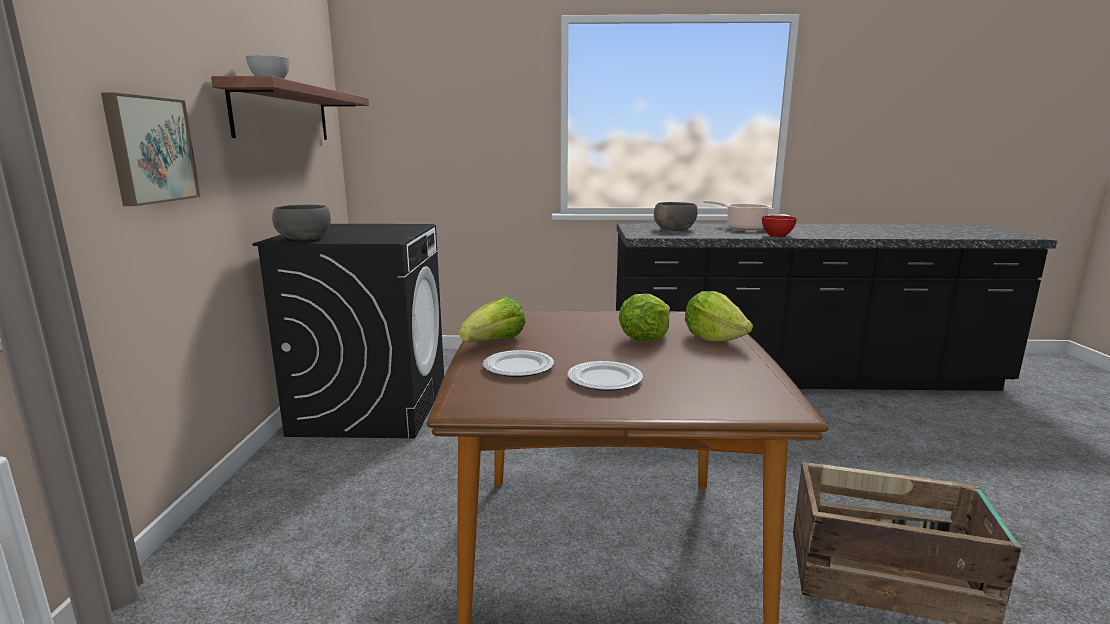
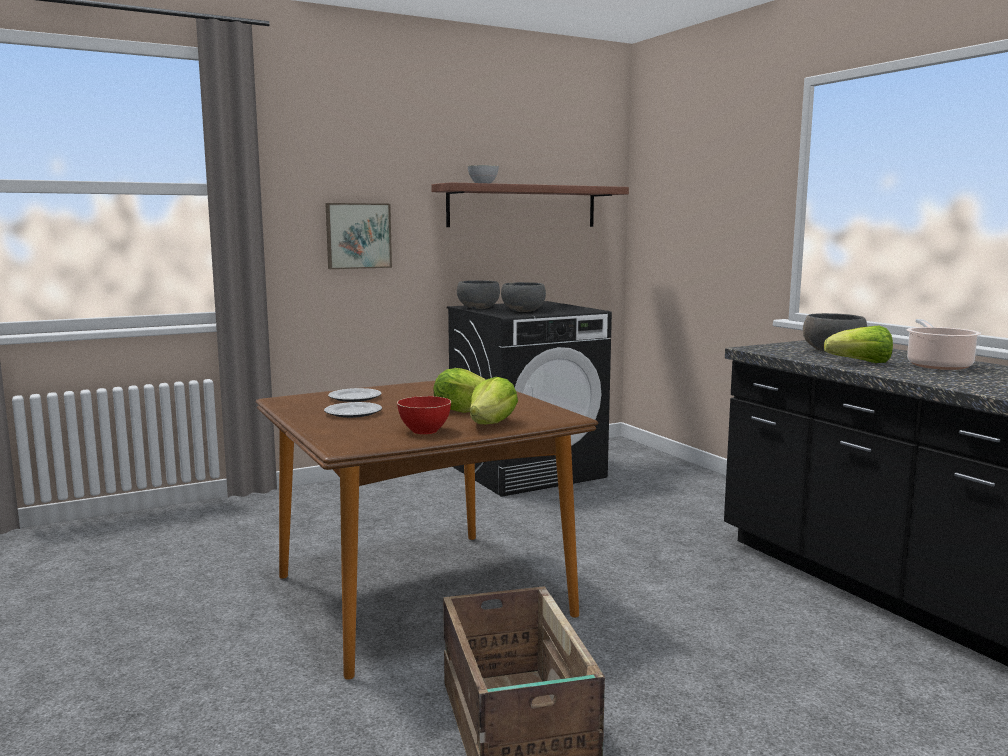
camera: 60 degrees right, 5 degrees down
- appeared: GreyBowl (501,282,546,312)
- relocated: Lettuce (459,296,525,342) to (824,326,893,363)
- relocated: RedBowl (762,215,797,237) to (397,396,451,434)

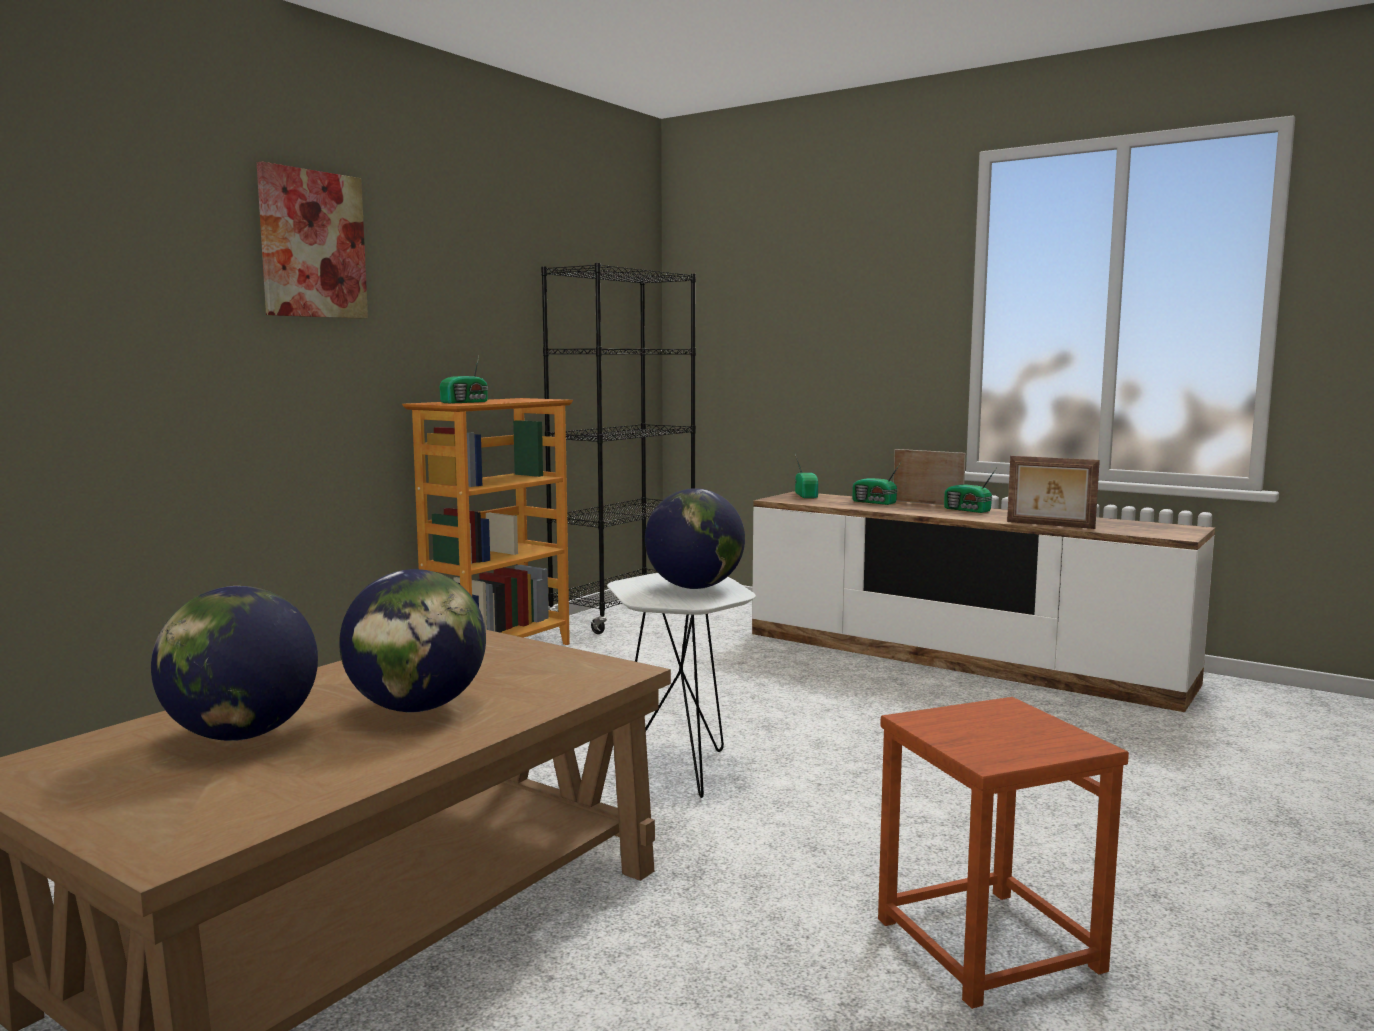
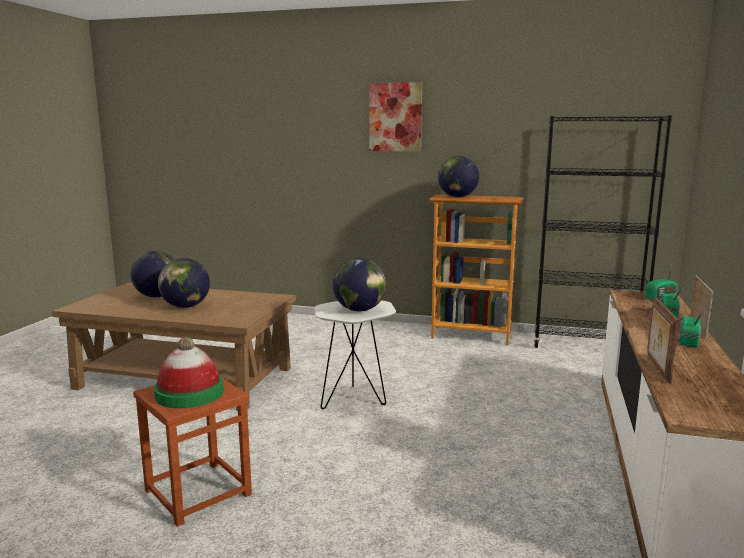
camera: 70 degrees right, 5 degrees up
- appeared: Hat (154,337,224,408)
- exchanged: Radio (440,356,488,404) to Globe (438,156,479,197)

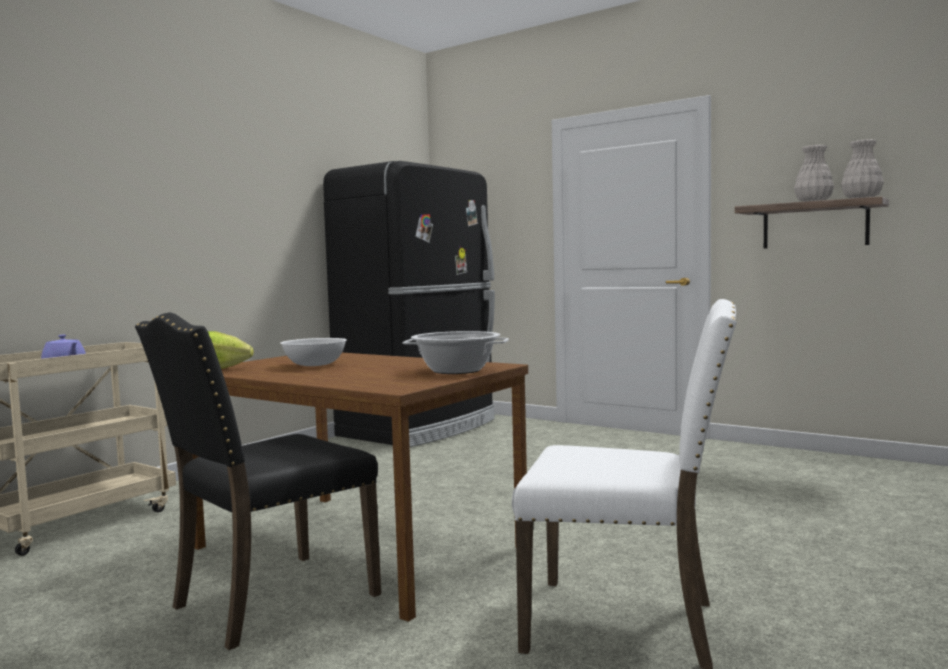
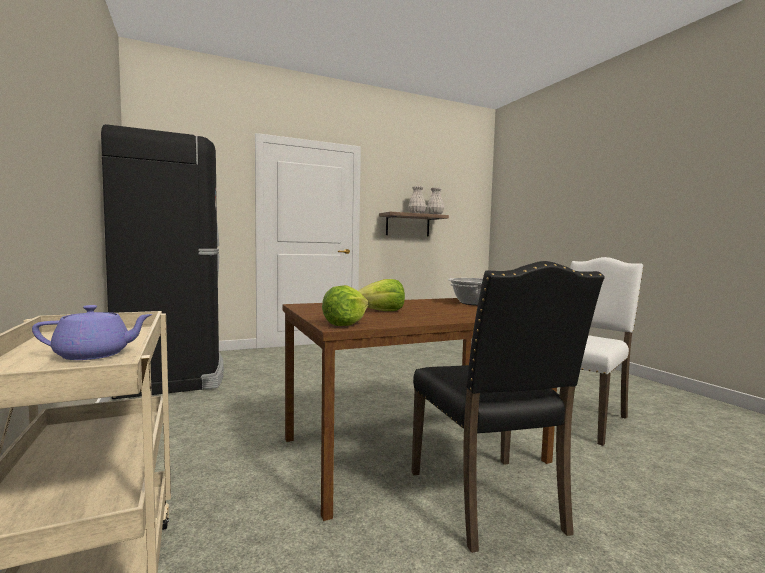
camera: 60 degrees left, 0 degrees up
- exchanged: WhiteBowl (280,338,347,366) to Lettuce (359,279,405,311)

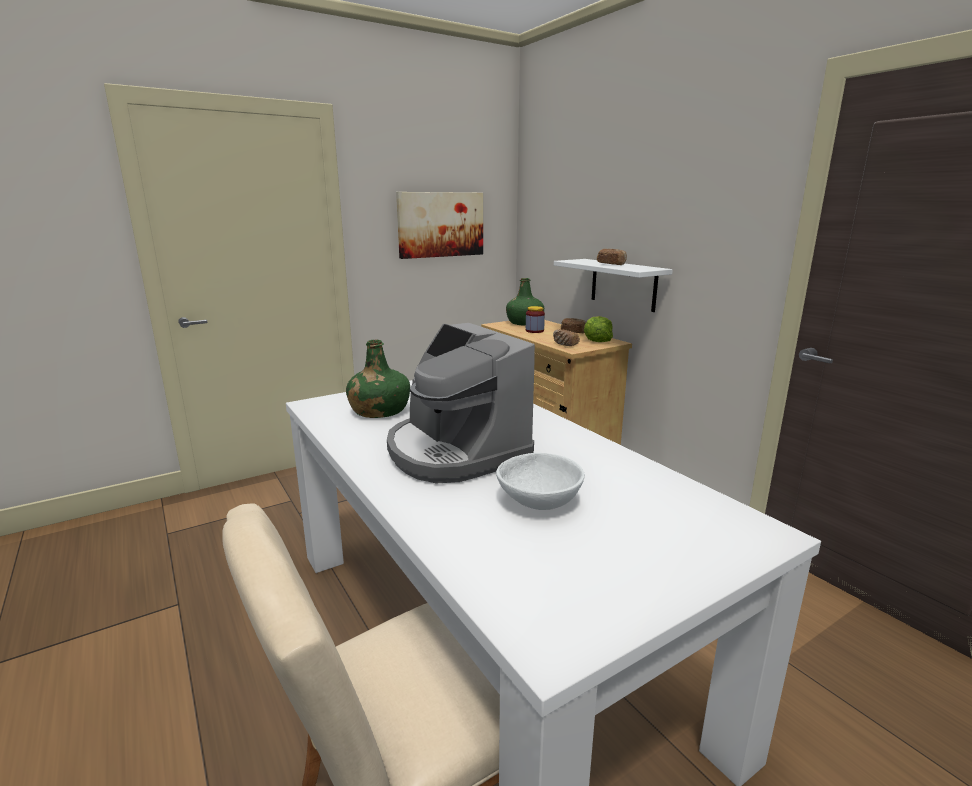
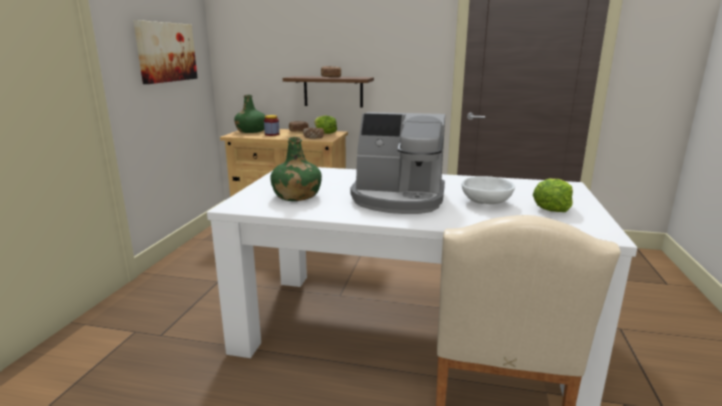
camera: 45 degrees left, 0 degrees up
- appeared: Lettuce (533,179,573,212)
- colour: WhiteShelf (554,259,673,312) to BrownShelf (283,76,374,108)

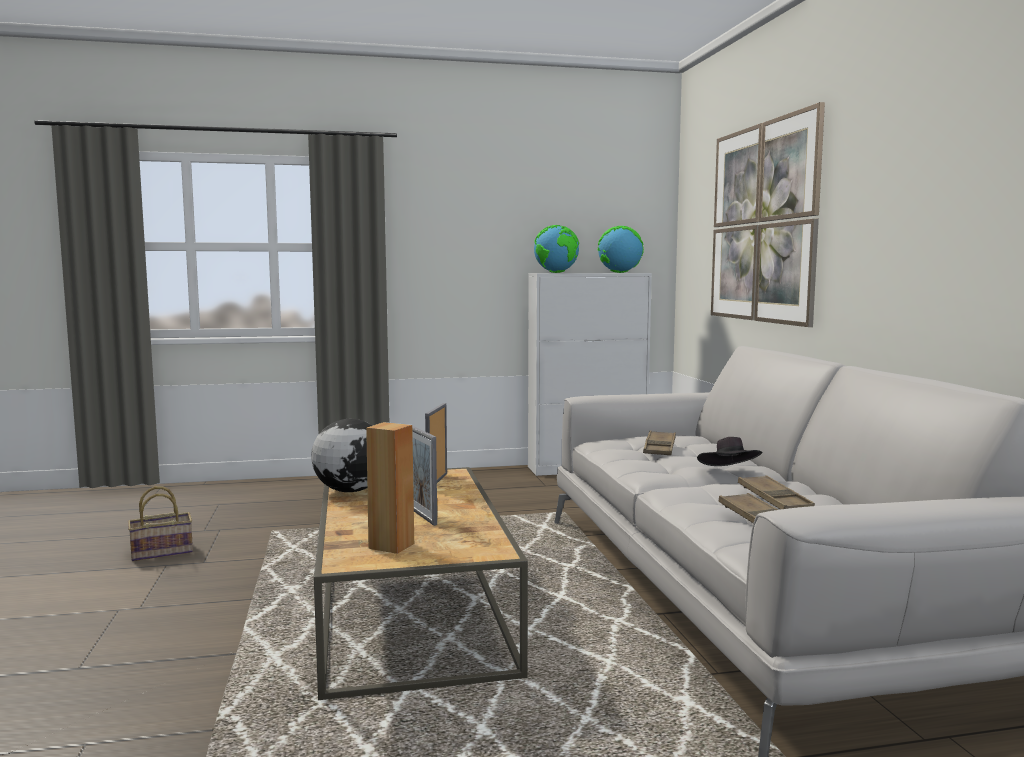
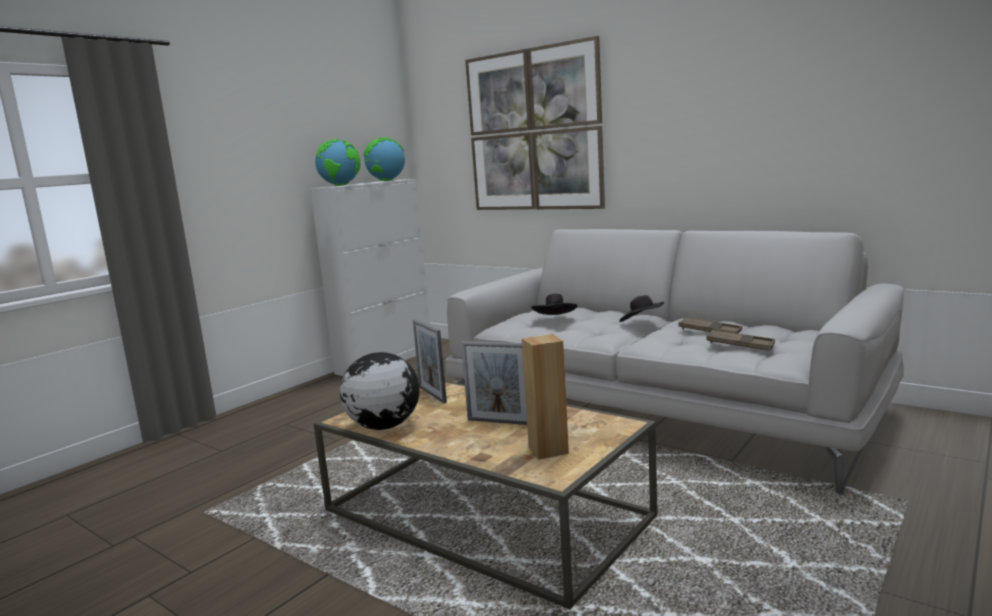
camera: 40 degrees left, 5 degrees up
- missing: Basket (128,486,193,561)
- exchanged: BrownTray (643,431,676,455) to BlackHat (531,294,577,315)

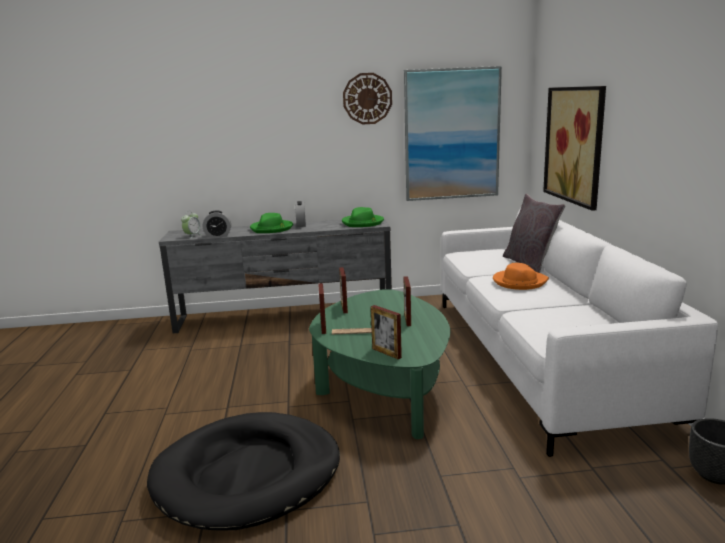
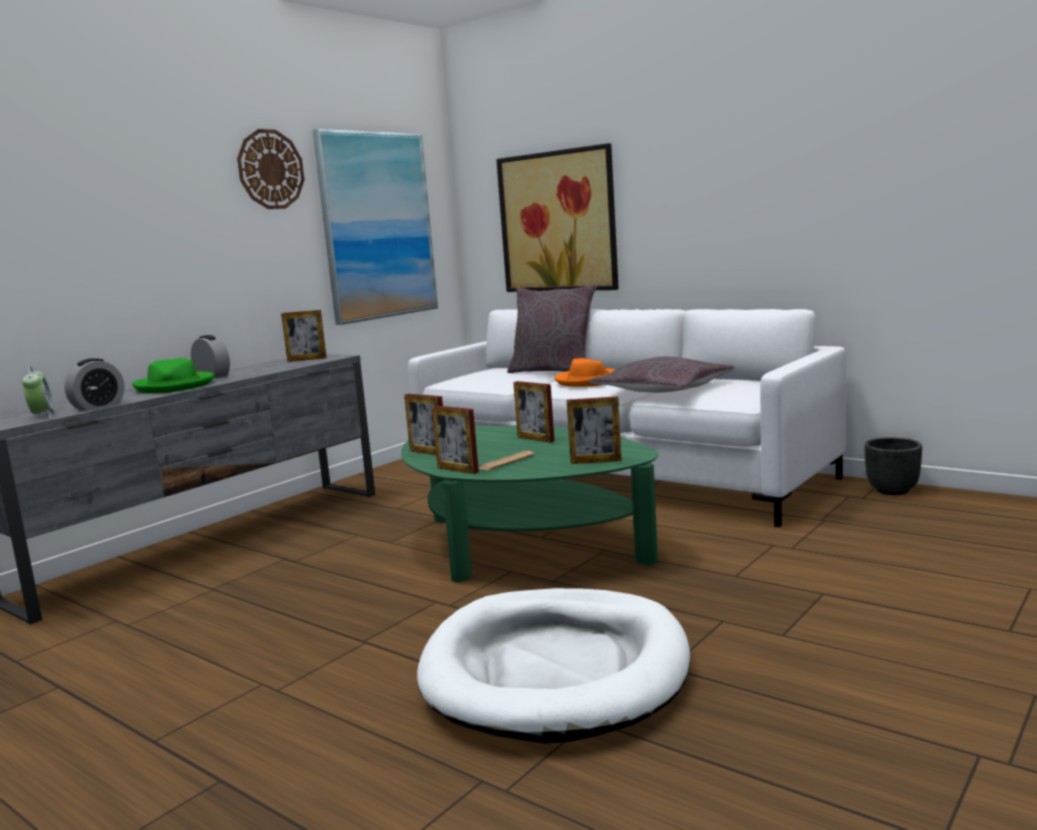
camera: 45 degrees left, 5 degrees down
- appeared: GreyPillow (589,357,734,393)
- exchanged: GreenHat (342,207,384,227) to PictureFrame (281,310,327,362)
- colour: BlackDogBed (147,412,340,530) to WhiteDogBed (417,588,690,743)

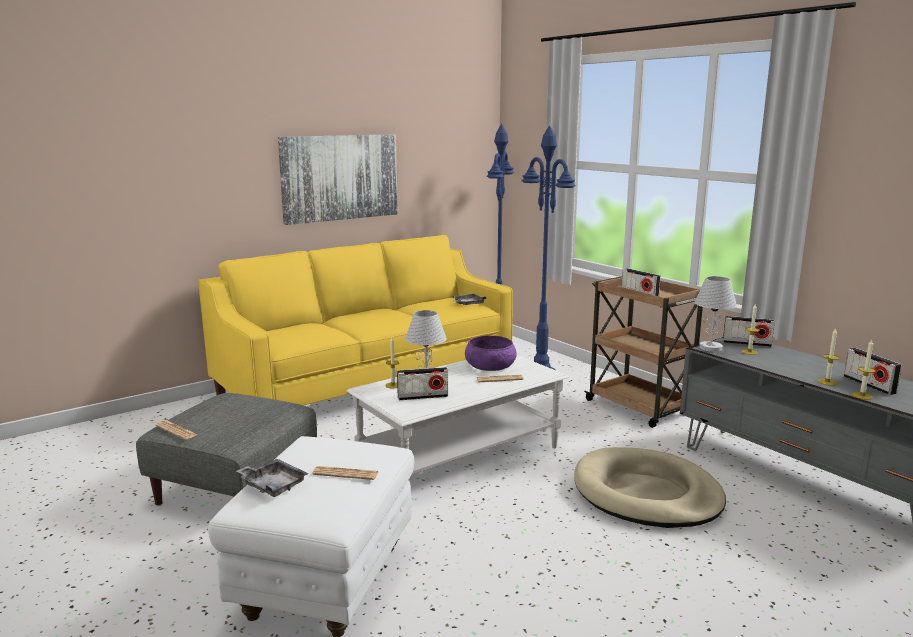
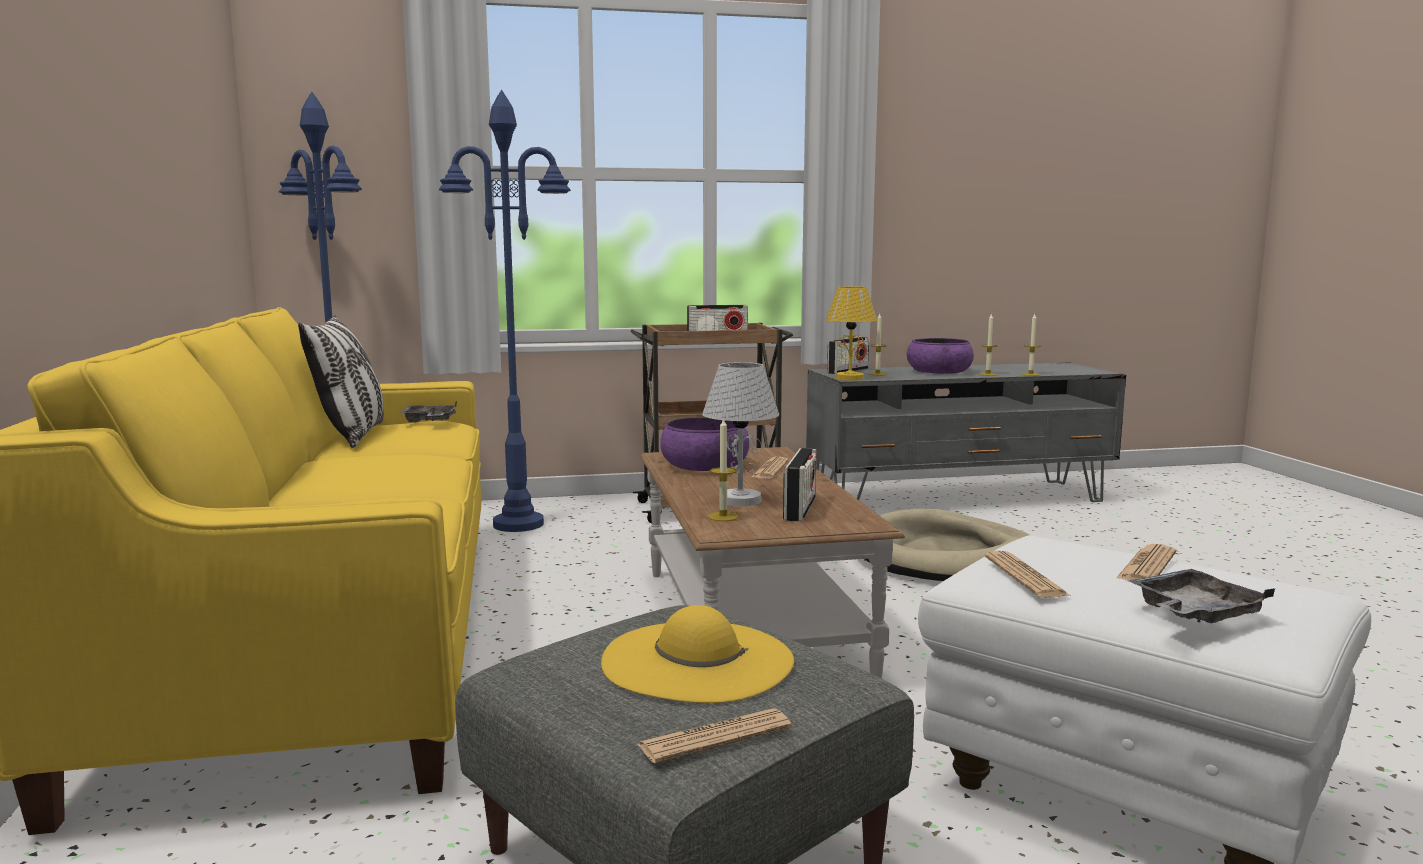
camera: 65 degrees left, 5 degrees down
- missing: Picture (278,134,398,225)
- missing: Radio (844,348,902,395)
- appeared: Pillow (298,315,384,448)
- appeared: YellowHat (601,605,794,703)
- appeared: PurpleBowl (906,338,974,374)
- appeared: Newspaper (985,551,1070,598)
- colour: WhiteCoffeeTable (347,355,569,482) to BrownCoffeeTable (640,447,905,679)
- colour: WhiteTableLamp (694,276,737,352) to YellowTableLamp (826,286,877,380)

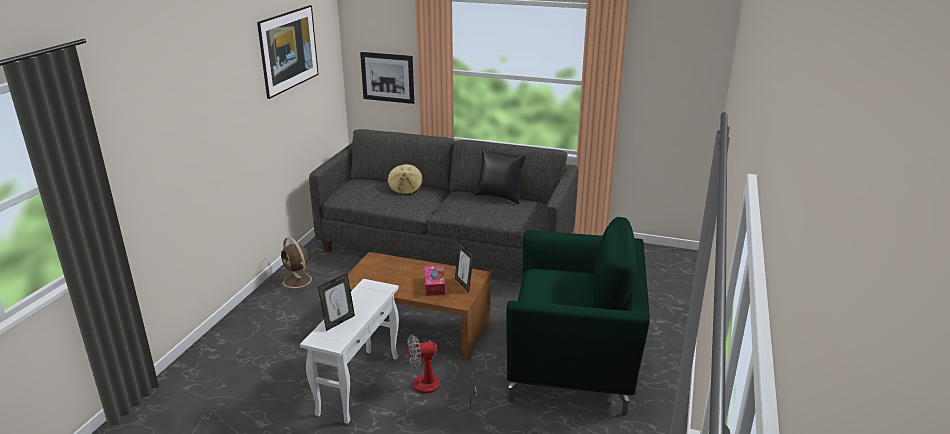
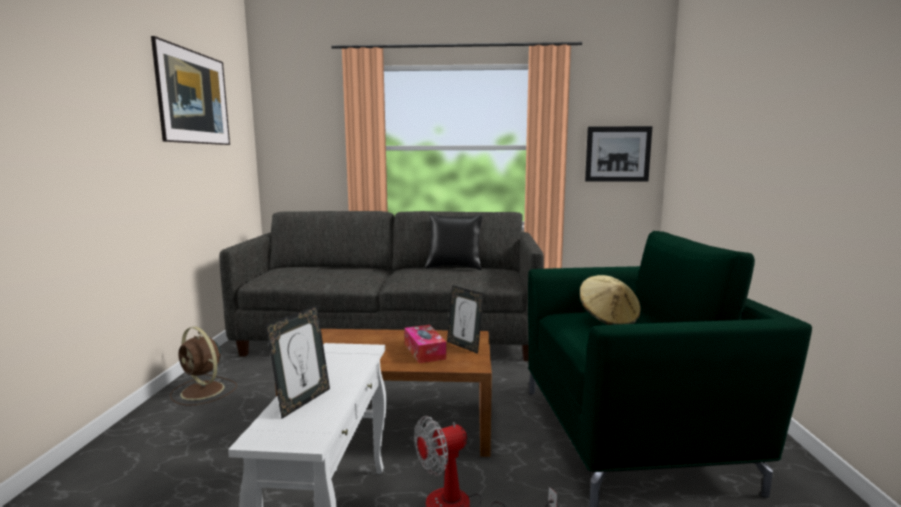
camera: 15 degrees left, 15 degrees down
- relocated: Picture (360,52,414,104) to (585,126,653,182)
- relocated: BeigeHat (387,164,423,195) to (580,275,641,325)

